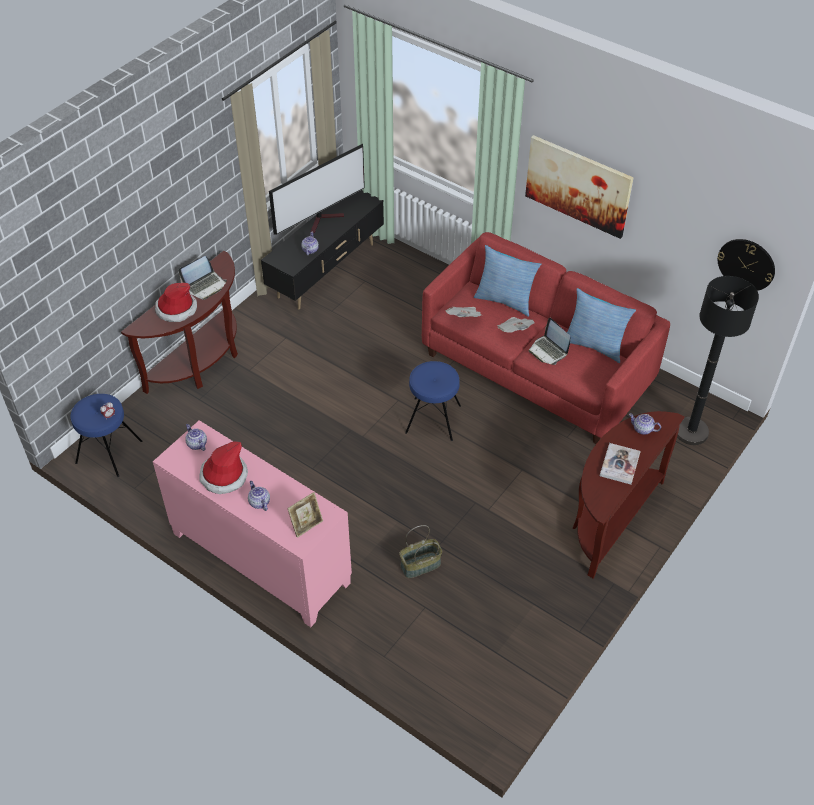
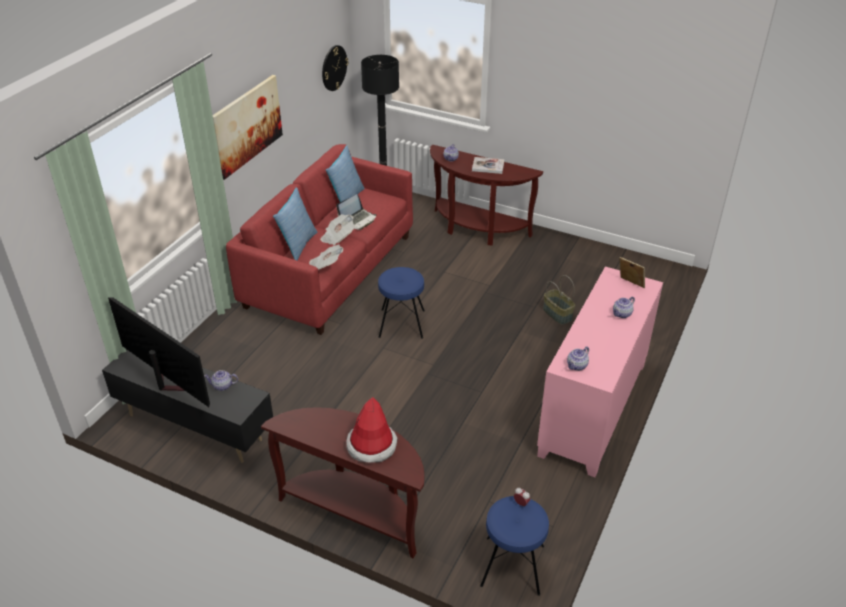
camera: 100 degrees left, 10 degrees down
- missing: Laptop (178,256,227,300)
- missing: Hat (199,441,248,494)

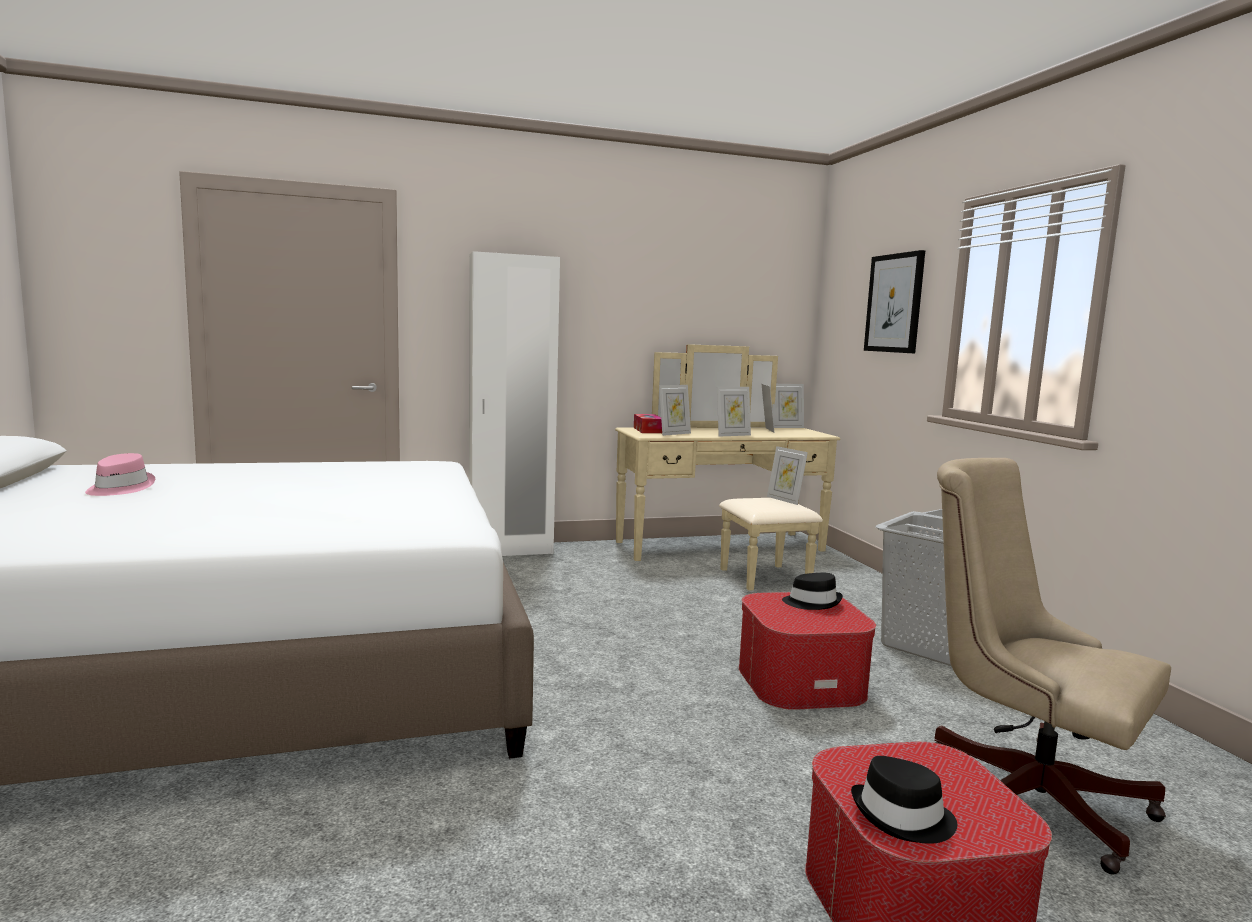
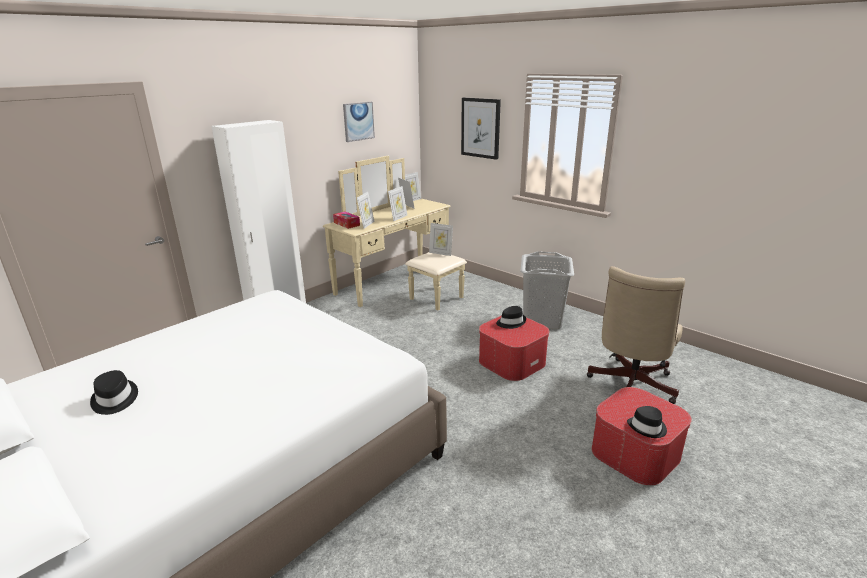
camera: 30 degrees left, 15 degrees up
- appeared: Picture (343,102,375,142)
- colour: PinkHat (85,453,155,496) to BlackHat (90,370,138,415)
- spun: BeigeOfficeChair (934,458,1171,875) = (587,266,685,404) 75 degrees counterclockwise

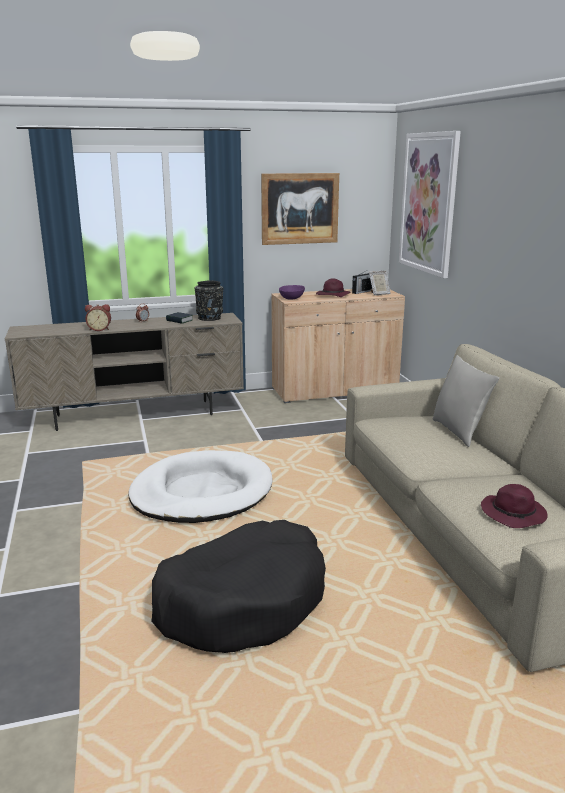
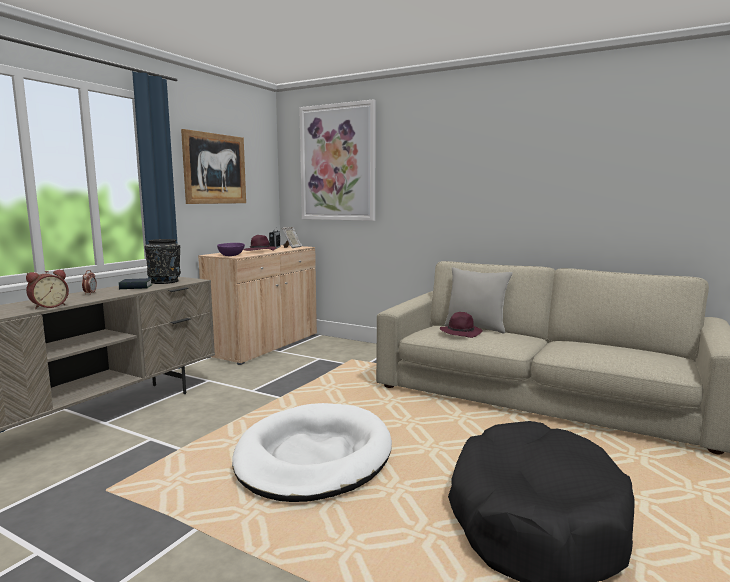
camera: 45 degrees left, 10 degrees down
- relocated: PurpleHat (481,484,547,528) to (440,312,483,338)

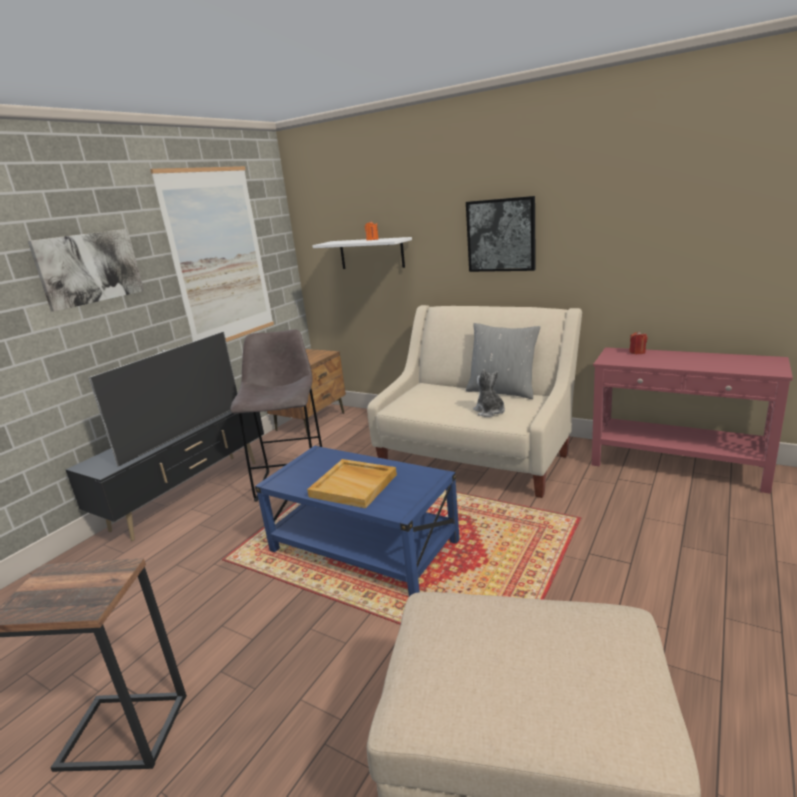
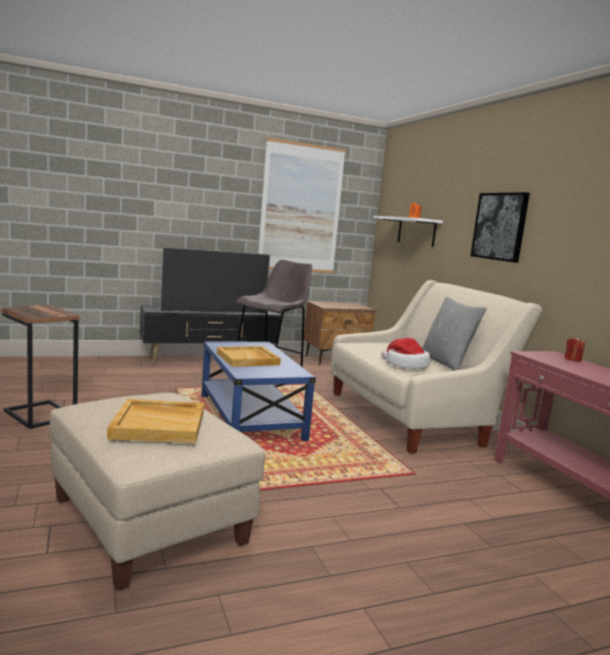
camera: 35 degrees right, 10 degrees down
- missing: Picture (28,229,144,312)
- appeared: BeigeTray (107,399,204,443)
- exchanged: PlushToy (473,369,505,417) to Hat (381,338,430,369)

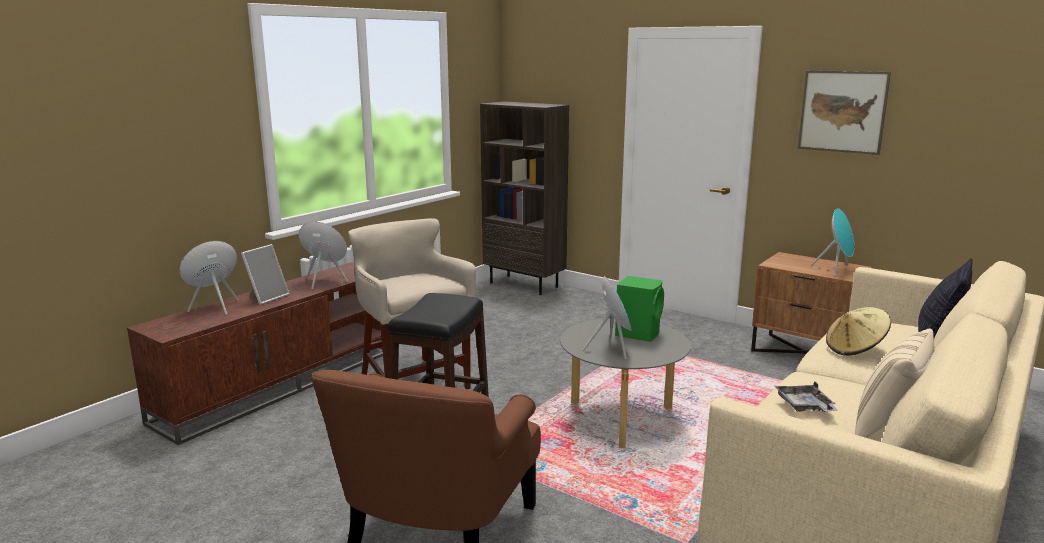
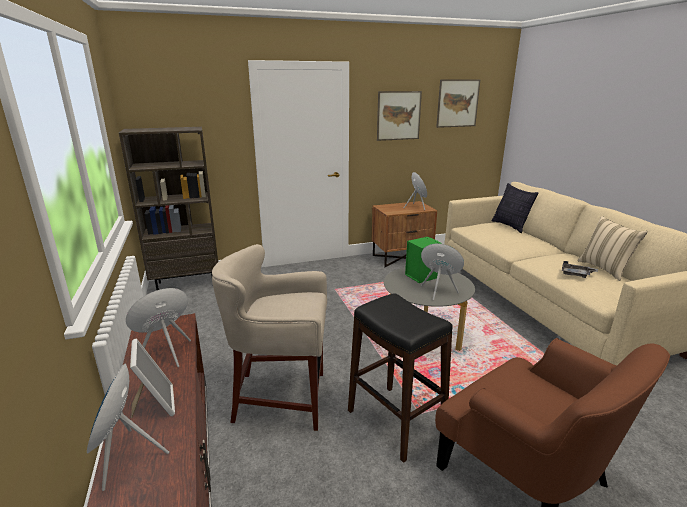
camera: 55 degrees left, 5 degrees up
- missing: BeigeHat (826,307,891,356)
- appeared: Picture (436,79,480,128)

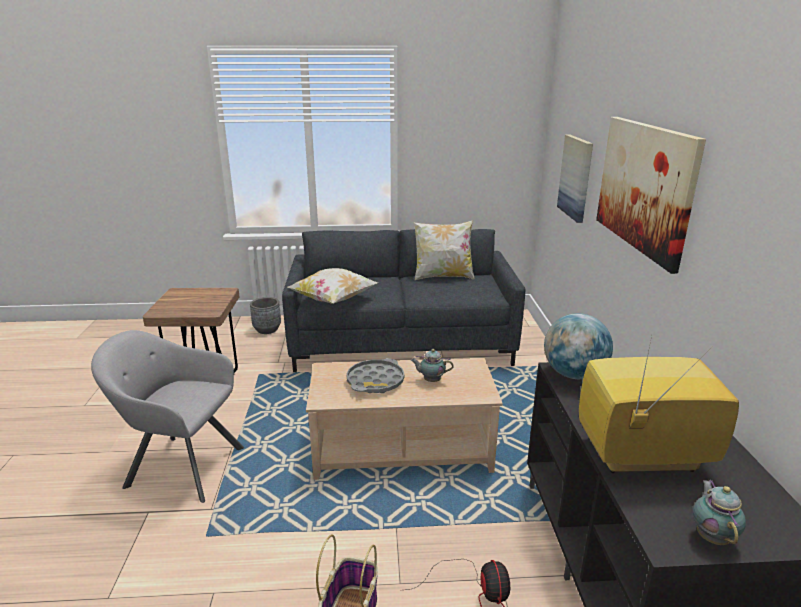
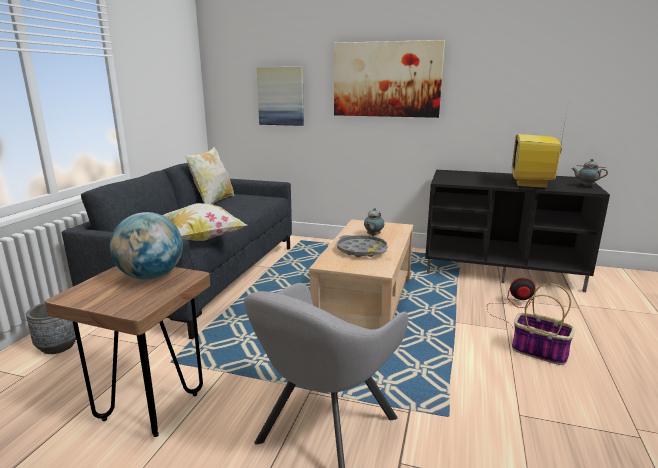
camera: 70 degrees left, 5 degrees down
- relocated: Globe (544,313,613,379) to (110,212,183,280)

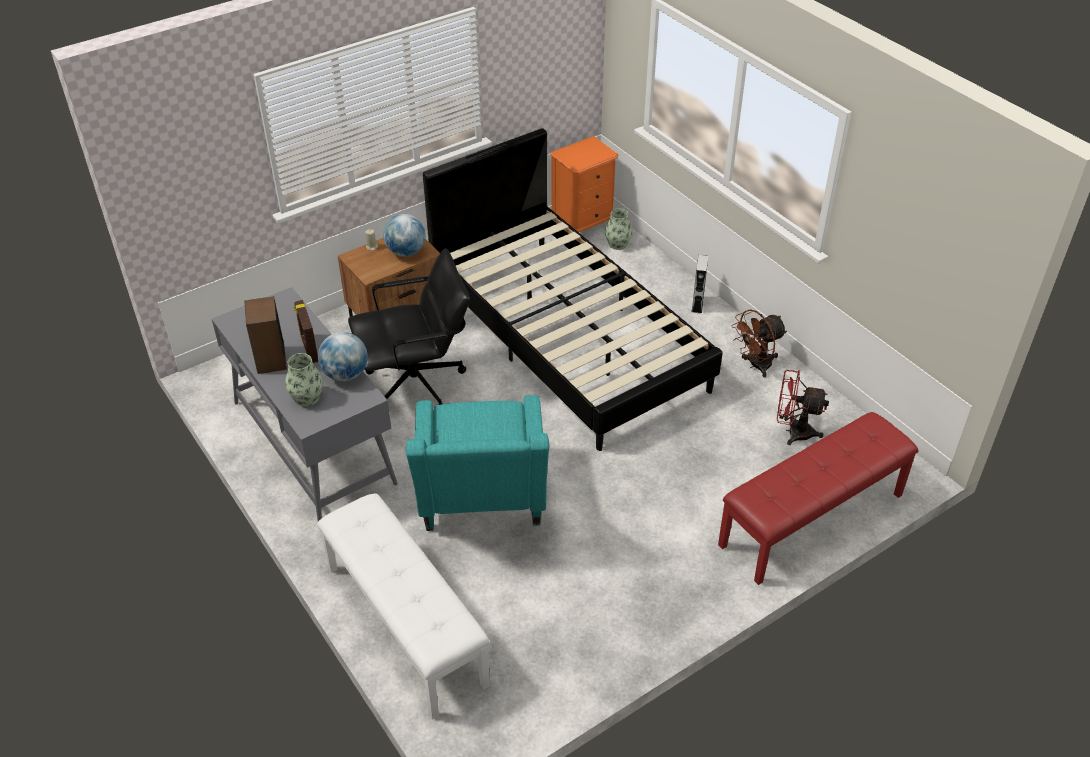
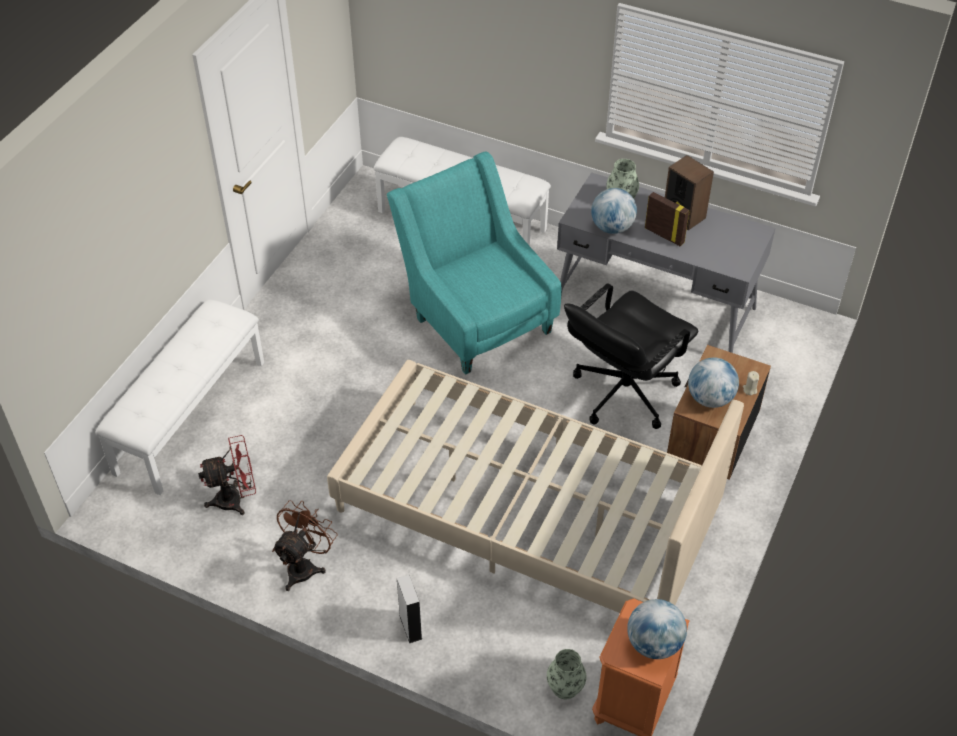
camera: 150 degrees right, 5 degrees up
- appeared: Globe (627,599,687,659)
- colour: BlackBed (423,128,722,451) to BeigeBed (327,360,744,613)
- colour: RedBench (718,412,918,585) to WhiteBench (96,300,264,495)

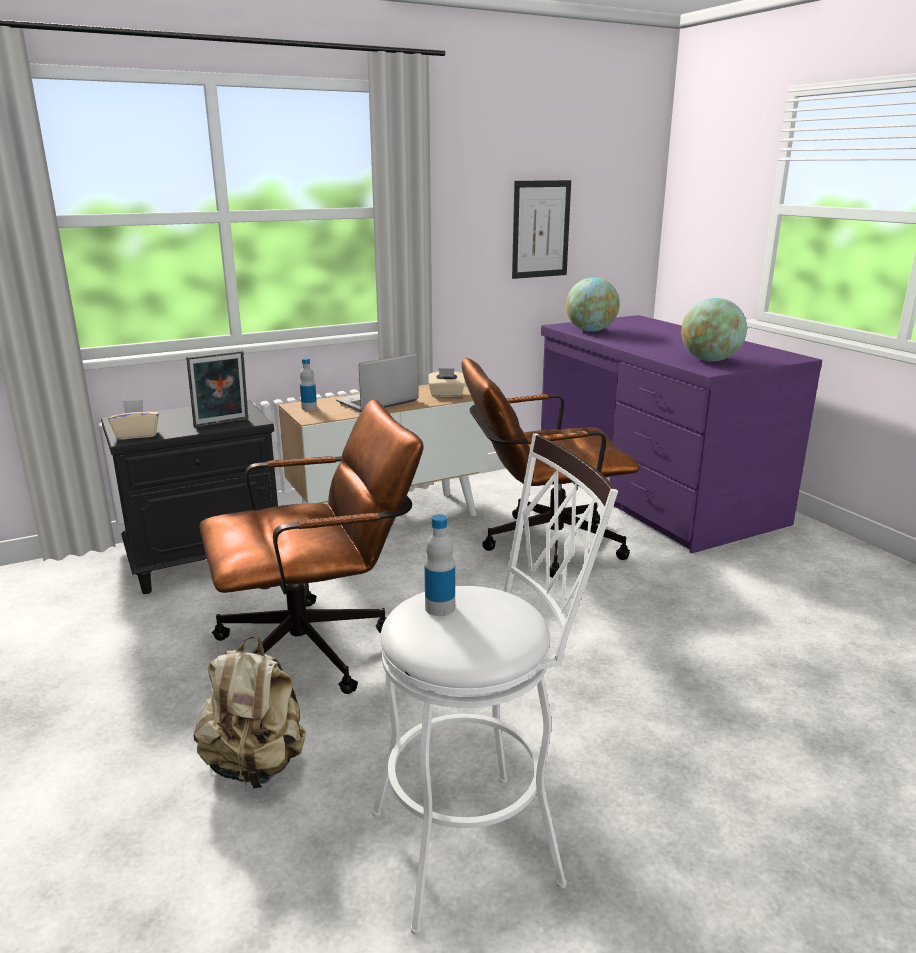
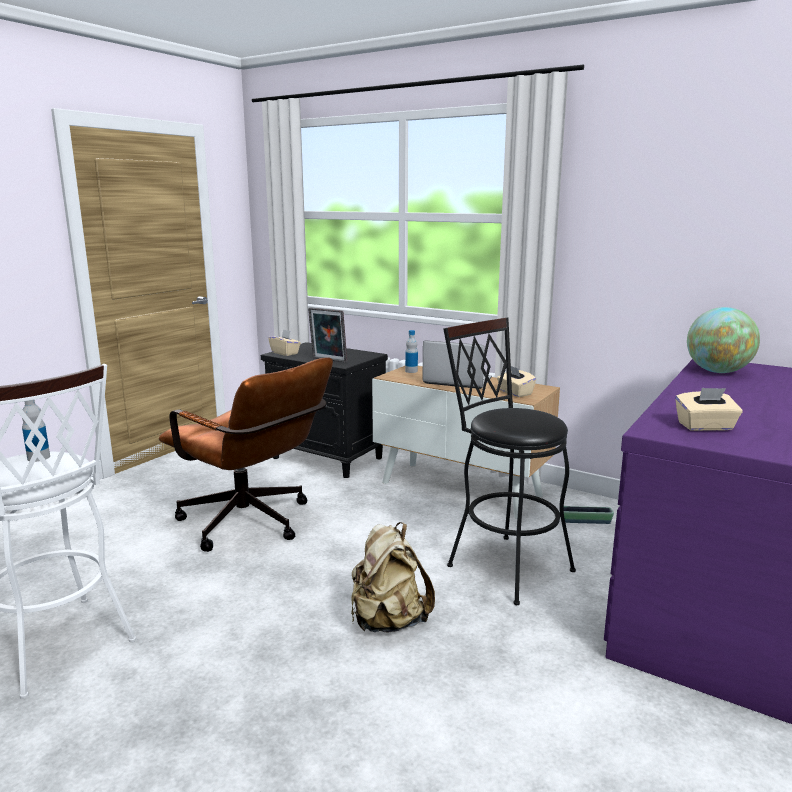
camera: 60 degrees right, 5 degrees down
- missing: Picture (512,180,571,279)
- appeared: Planter (564,506,614,524)
- relocated: BeigeBackpack (194,636,306,788) to (351,522,435,632)
- exchanged: BrownOfficeChair (461,358,640,578) to BlackStool (443,317,576,605)
- exchanged: Globe (681,298,747,362) to BeigeTissueBox (675,388,743,431)

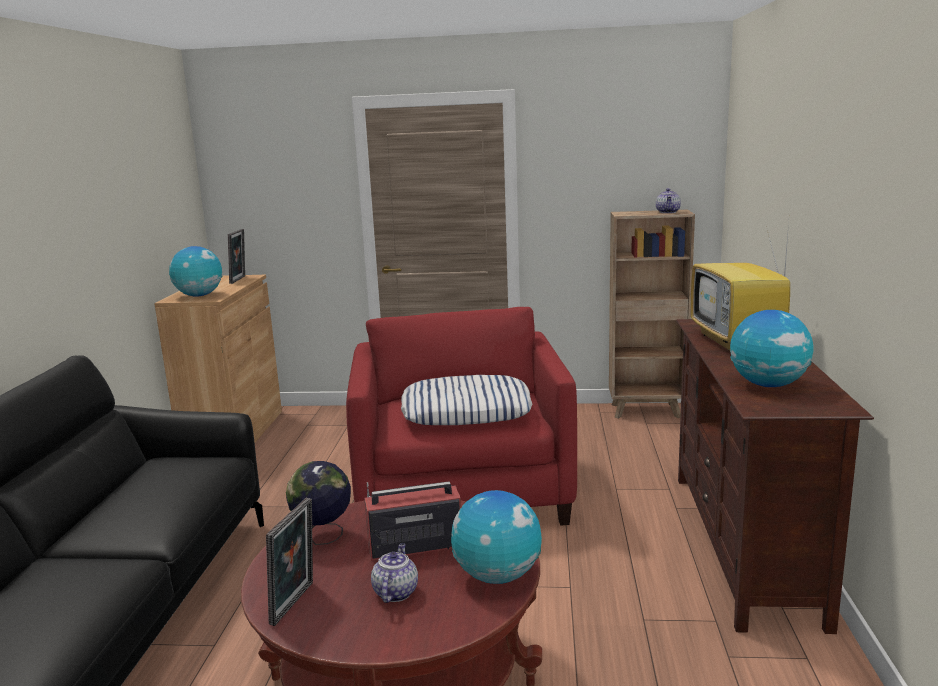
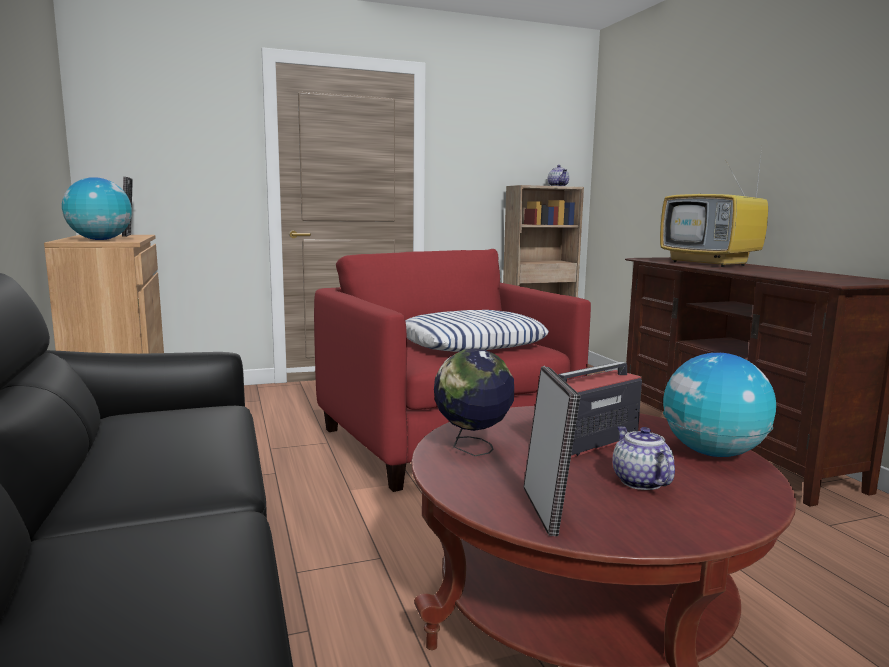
camera: 25 degrees left, 5 degrees down
- missing: Globe (730,310,813,387)

